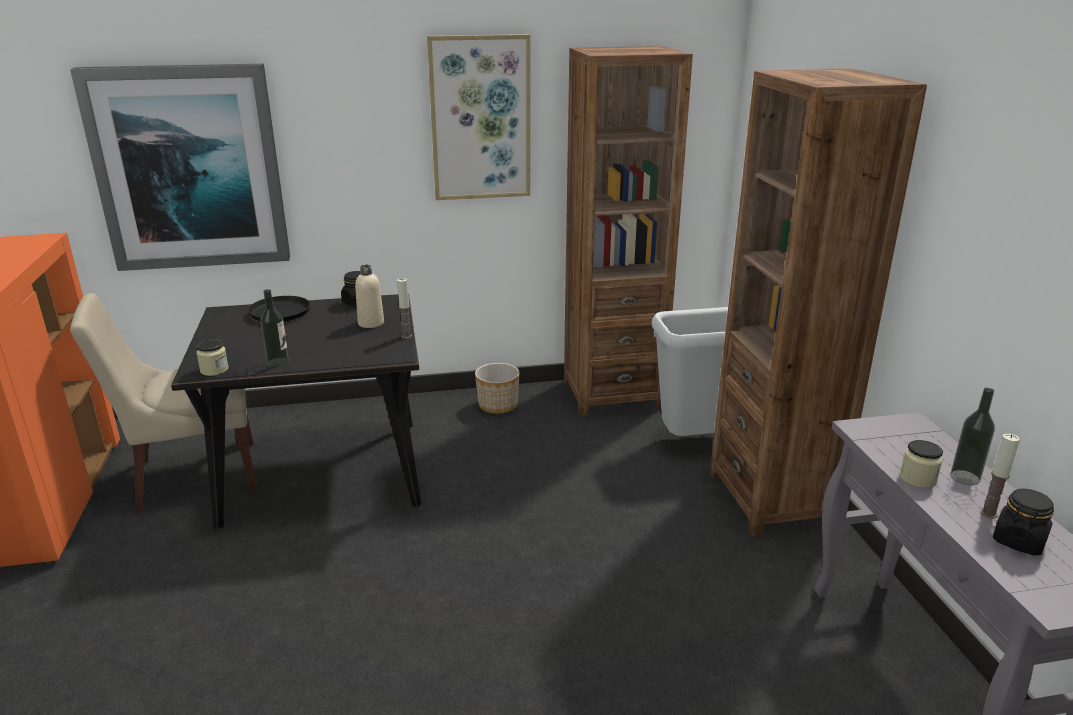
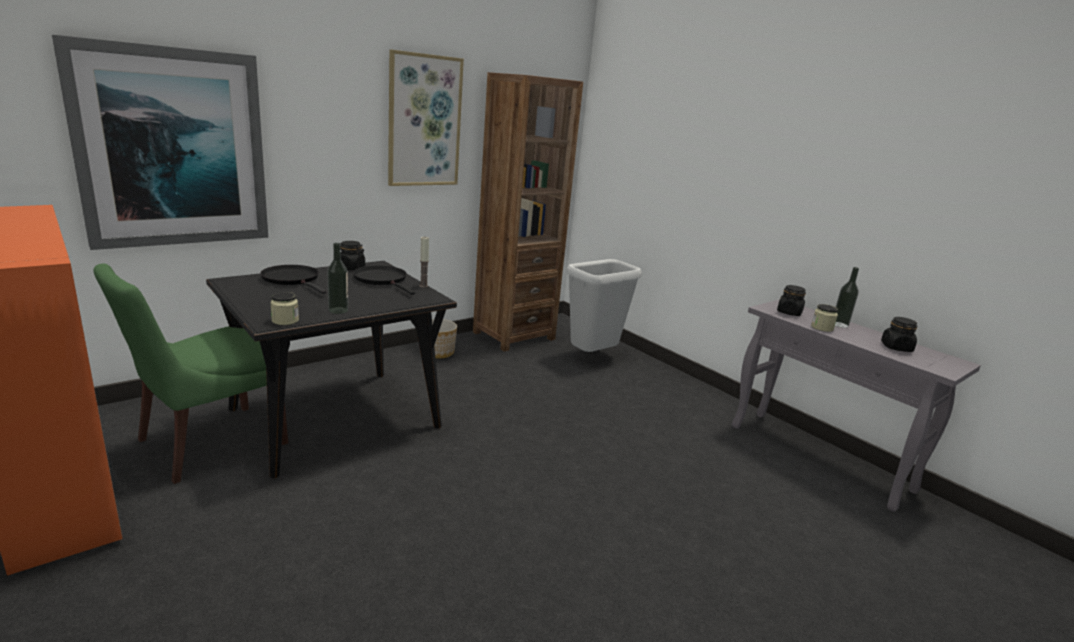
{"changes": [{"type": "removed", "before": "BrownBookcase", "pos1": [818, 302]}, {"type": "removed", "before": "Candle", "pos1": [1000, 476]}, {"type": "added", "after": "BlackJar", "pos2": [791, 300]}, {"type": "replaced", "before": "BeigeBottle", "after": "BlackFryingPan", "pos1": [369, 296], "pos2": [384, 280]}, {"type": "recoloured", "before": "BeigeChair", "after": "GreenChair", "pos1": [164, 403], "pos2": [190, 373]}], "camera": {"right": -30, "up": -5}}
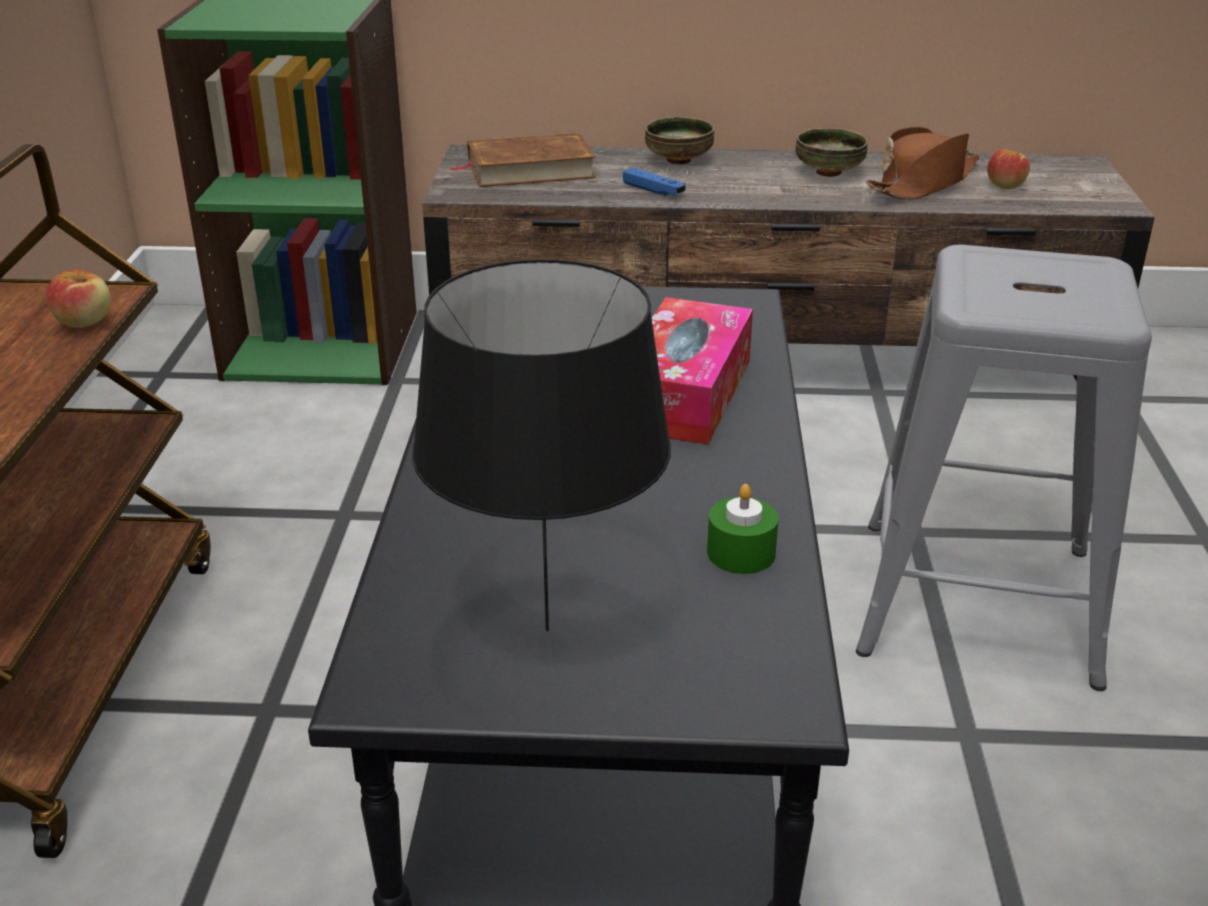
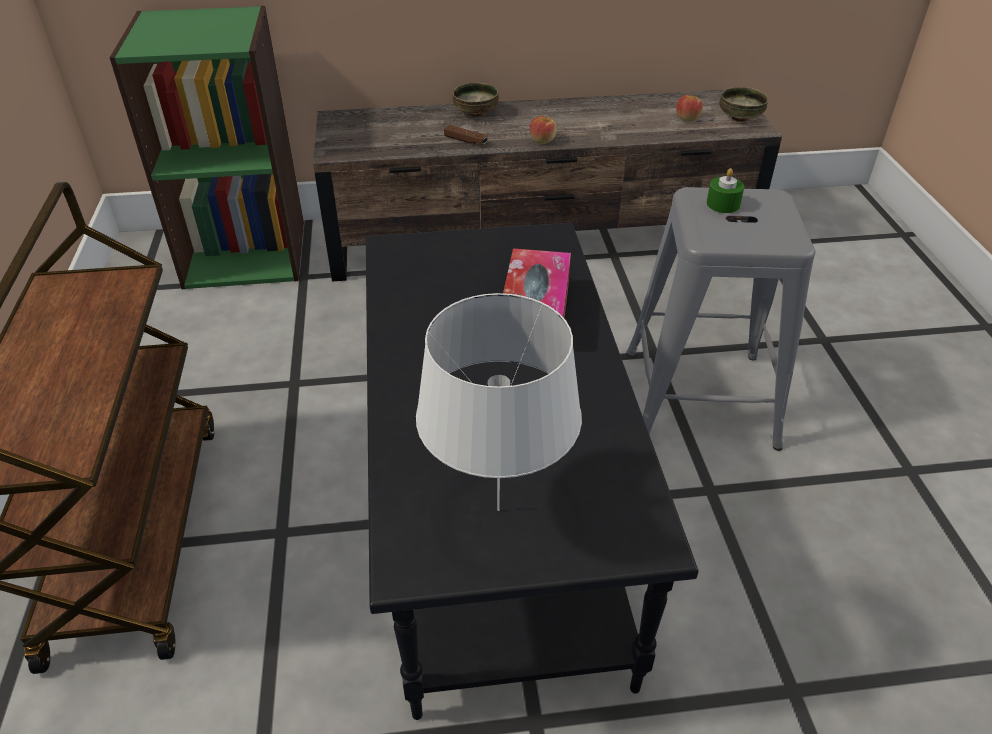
{"changes": [{"type": "removed", "before": "BrownBook", "pos1": [523, 160]}, {"type": "removed", "before": "BrownHat", "pos1": [922, 163]}, {"type": "moved", "before": "Apple", "pos1": [78, 299], "pos2": [543, 130]}, {"type": "moved", "before": "GreenCandle", "pos1": [742, 529], "pos2": [725, 190]}, {"type": "moved", "before": "Bowl", "pos1": [831, 152], "pos2": [743, 104]}, {"type": "recoloured", "before": "BlackTableLamp", "after": "WhiteTableLamp", "pos1": [541, 445], "pos2": [499, 402]}, {"type": "recoloured", "before": "BlueGameController", "after": "BrownGameController", "pos1": [654, 182], "pos2": [466, 135]}], "camera": {"right": -10, "up": 10}}
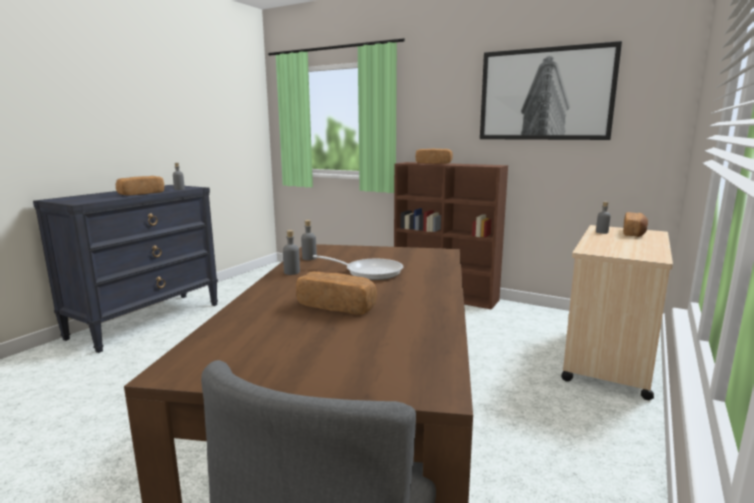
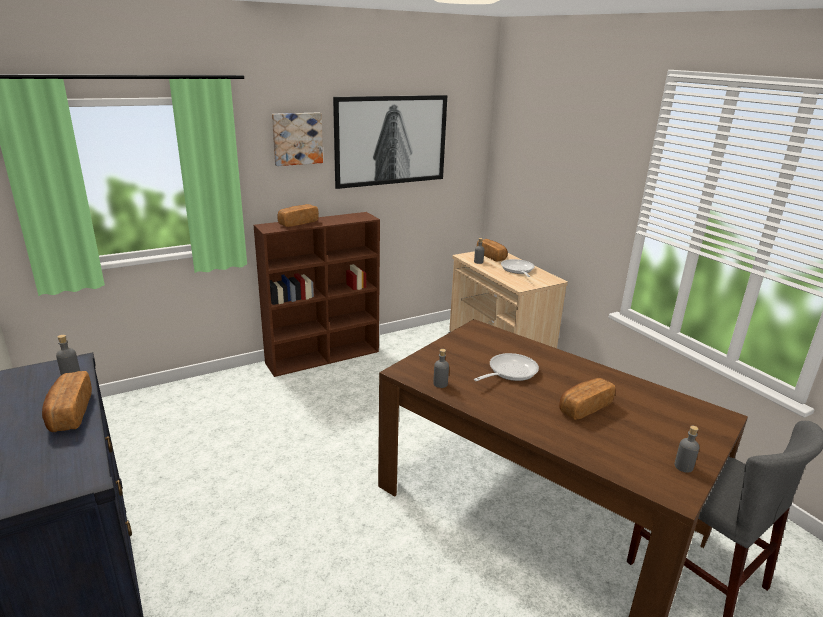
{"changes": [{"type": "added", "after": "Picture", "pos2": [297, 139]}, {"type": "added", "after": "FryingPan", "pos2": [517, 268]}, {"type": "moved", "before": "GreyBottle", "pos1": [291, 252], "pos2": [686, 449]}], "camera": {"right": -60, "up": 10}}
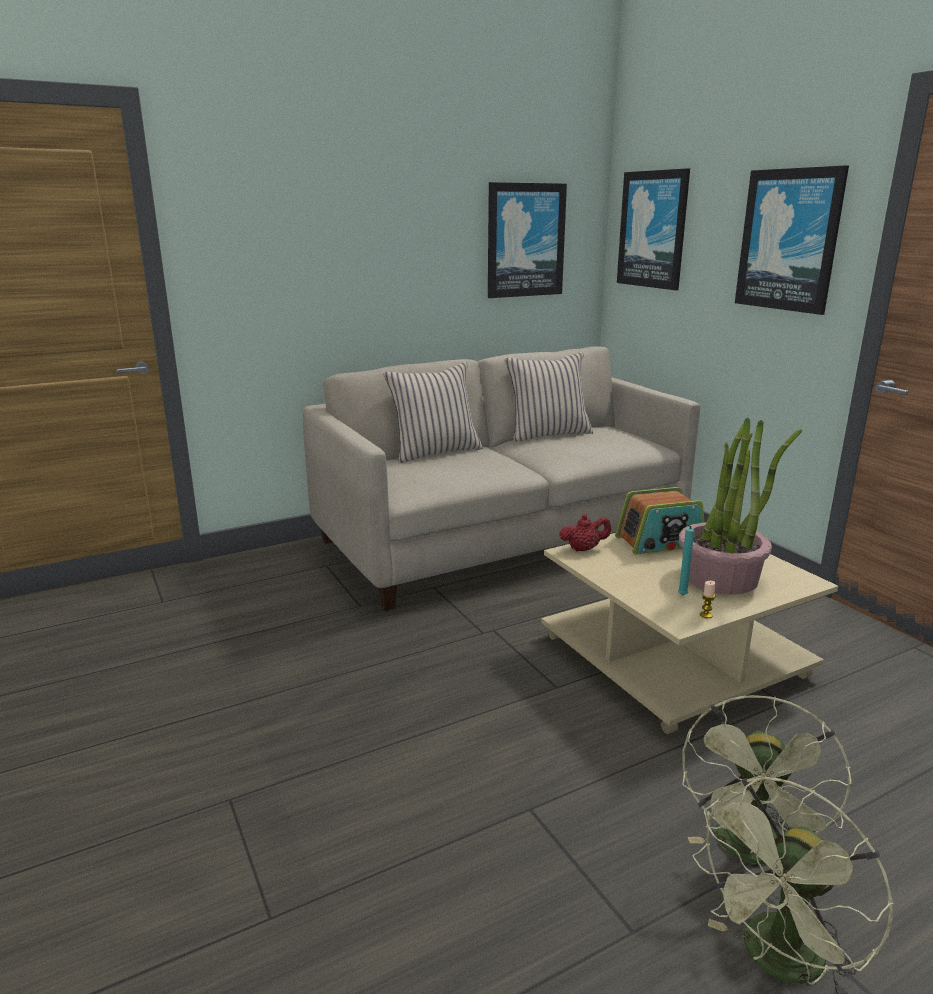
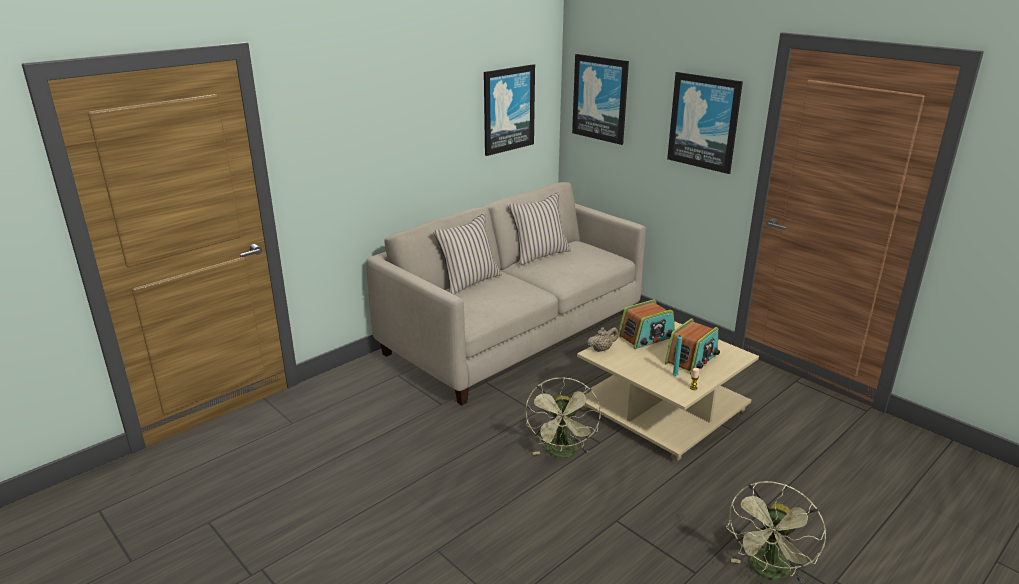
{"changes": [{"type": "moved", "before": "GreenFan", "pos1": [767, 779], "pos2": [563, 417]}, {"type": "replaced", "before": "PottedPlant", "after": "Radio", "pos1": [740, 506], "pos2": [692, 346]}, {"type": "recoloured", "before": "RedTeapot", "after": "BeigeTeapot", "pos1": [585, 532], "pos2": [603, 339]}], "camera": {"right": -15, "up": 5}}
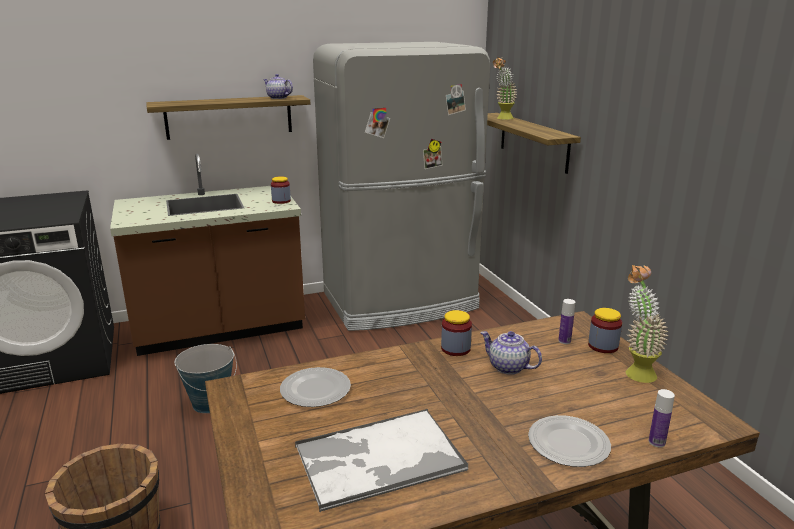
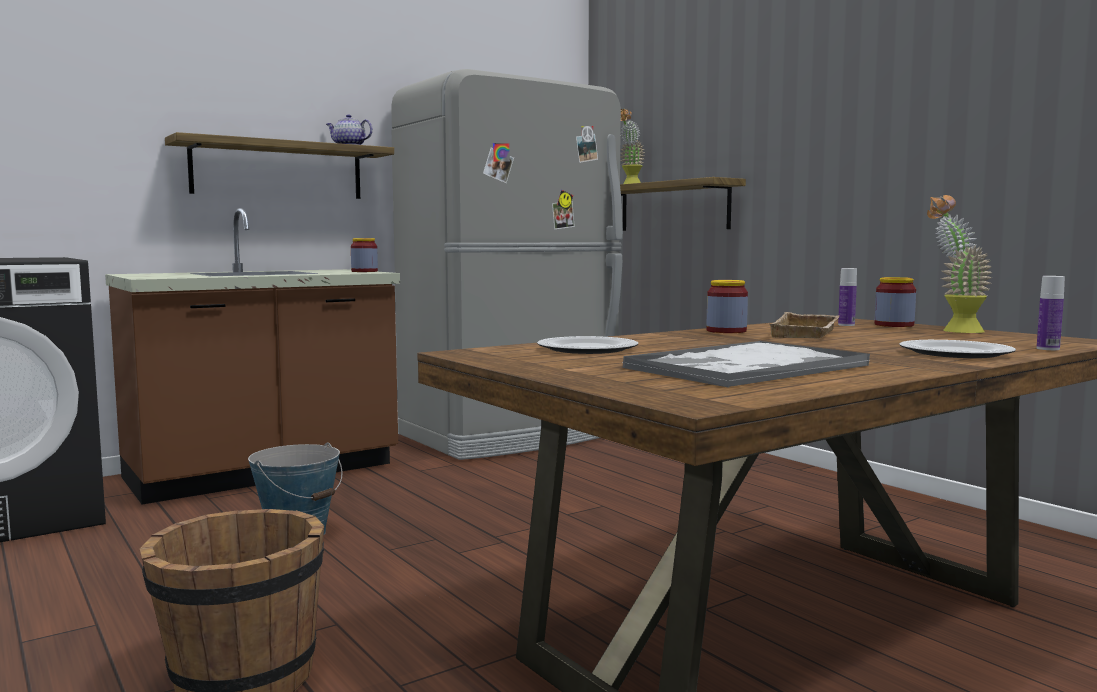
{"changes": [{"type": "replaced", "before": "Teapot", "after": "BeigeTray", "pos1": [511, 353], "pos2": [805, 325]}], "camera": {"right": -15, "up": -15}}
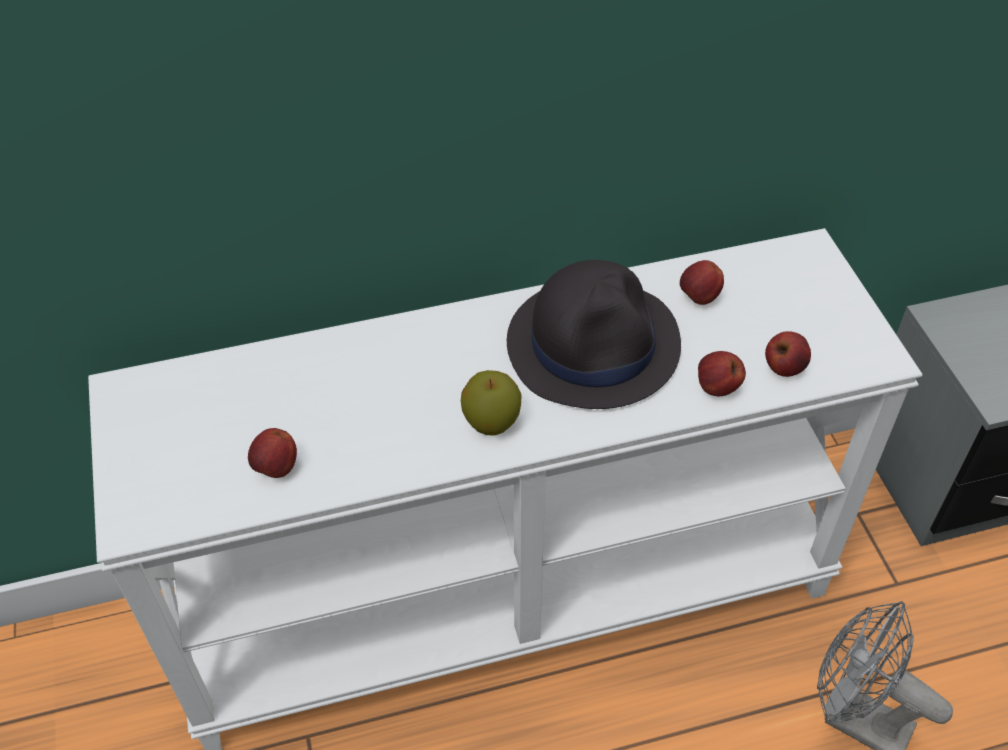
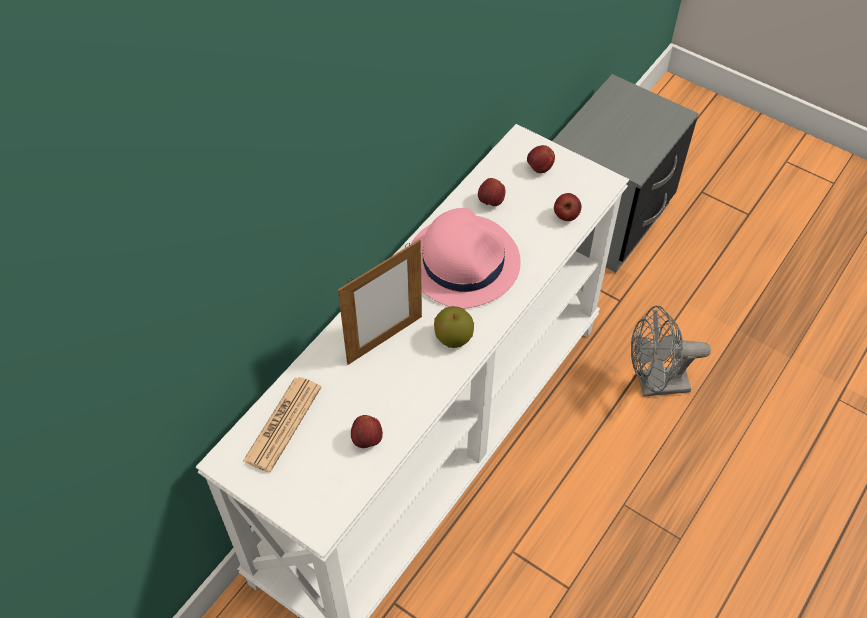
{"changes": [{"type": "added", "after": "Newspaper", "pos2": [282, 425]}, {"type": "added", "after": "PictureFrame", "pos2": [380, 302]}, {"type": "moved", "before": "Apple", "pos1": [722, 373], "pos2": [541, 159]}, {"type": "recoloured", "before": "BlackHat", "after": "PinkHat", "pos1": [594, 334], "pos2": [465, 258]}], "camera": {"right": -40, "up": 5}}
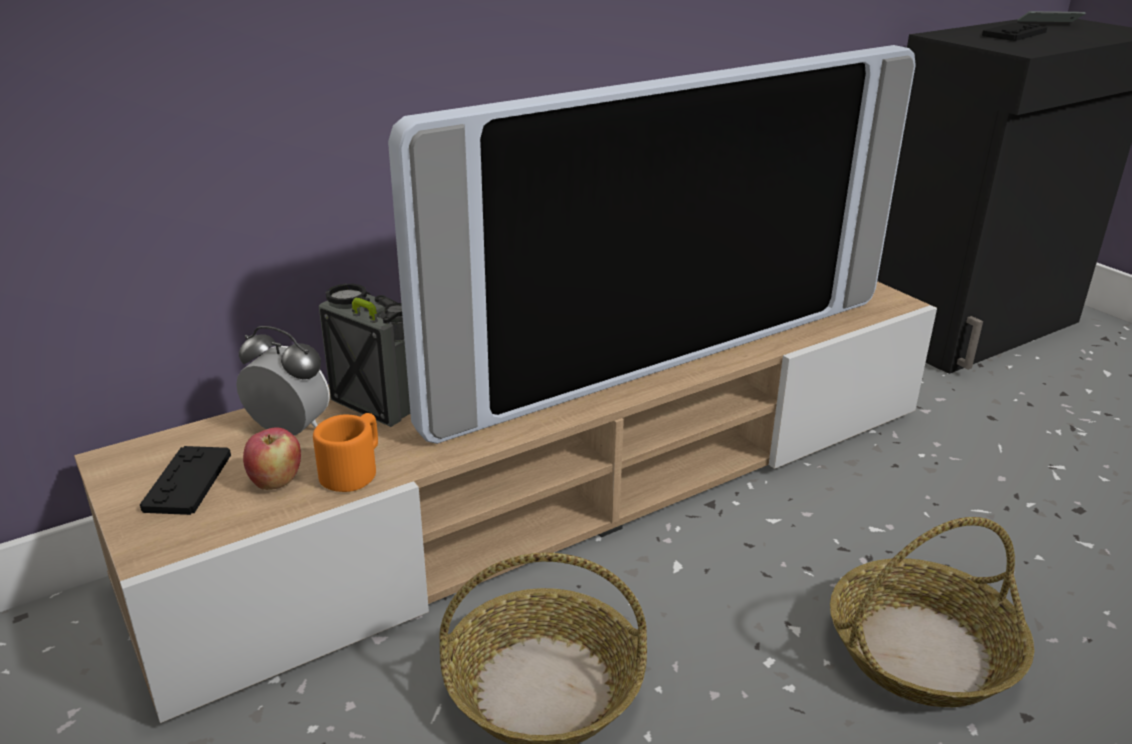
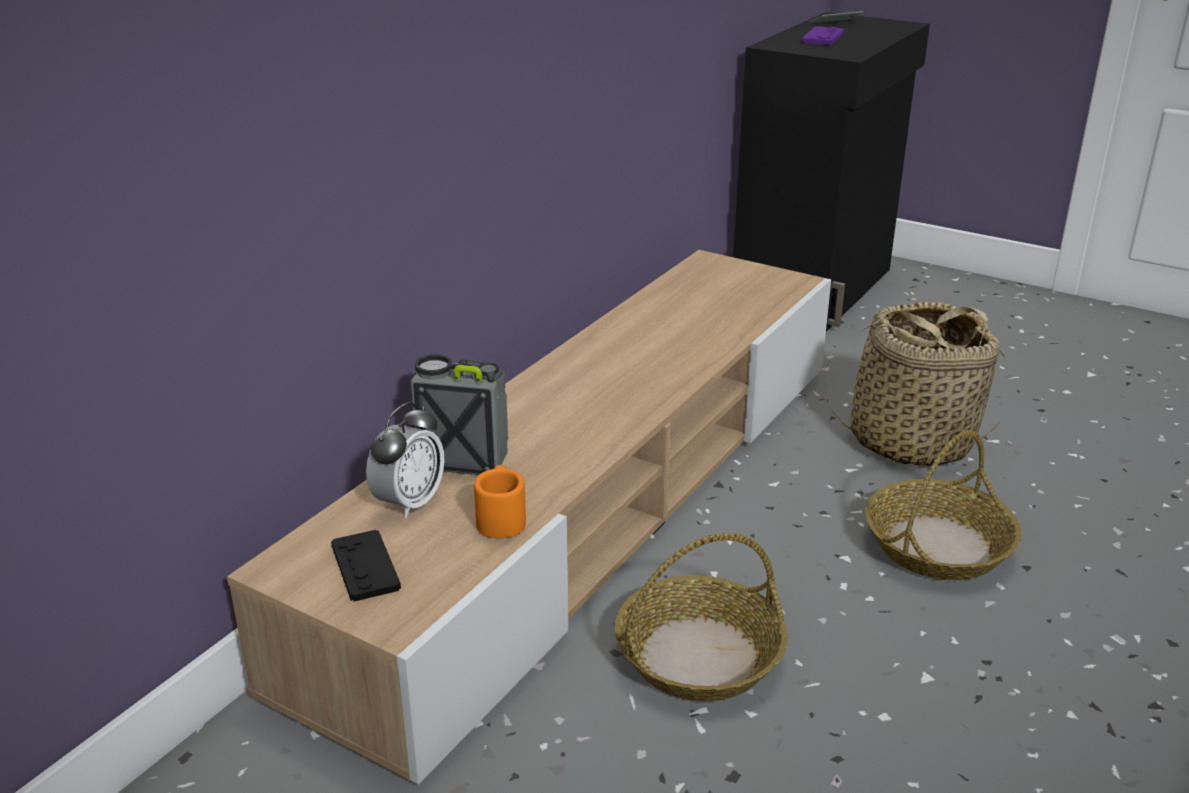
{"changes": [{"type": "removed", "before": "Apple", "pos1": [272, 458]}, {"type": "removed", "before": "Television", "pos1": [652, 244]}, {"type": "added", "after": "Basket", "pos2": [915, 384]}, {"type": "recoloured", "before": "BlackGameController", "after": "PurpleGameController", "pos1": [1014, 32], "pos2": [823, 35]}, {"type": "turned", "before": "AlarmClock", "pos1": [283, 381], "pos2": [405, 460], "turn": 120}], "camera": {"right": -25, "up": 0}}
